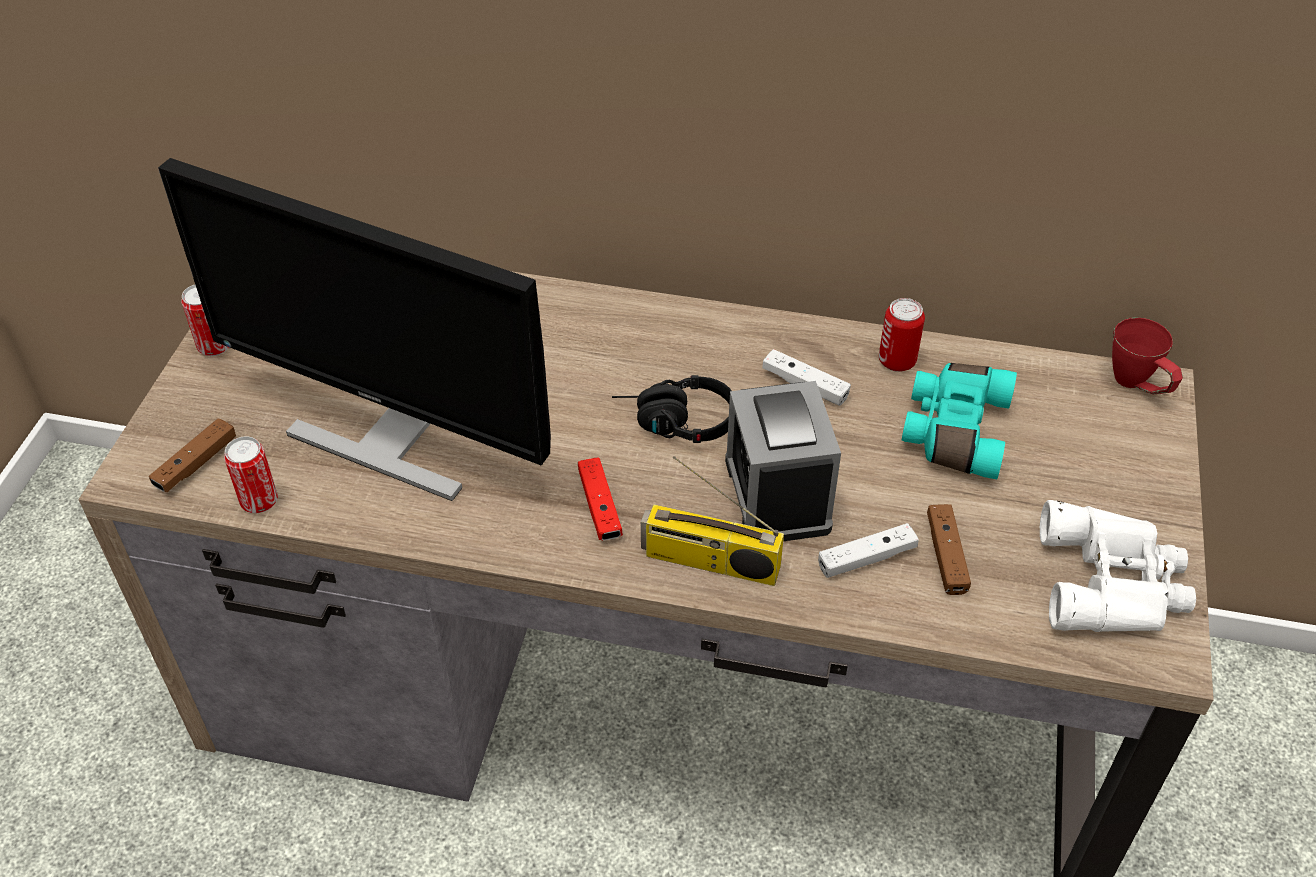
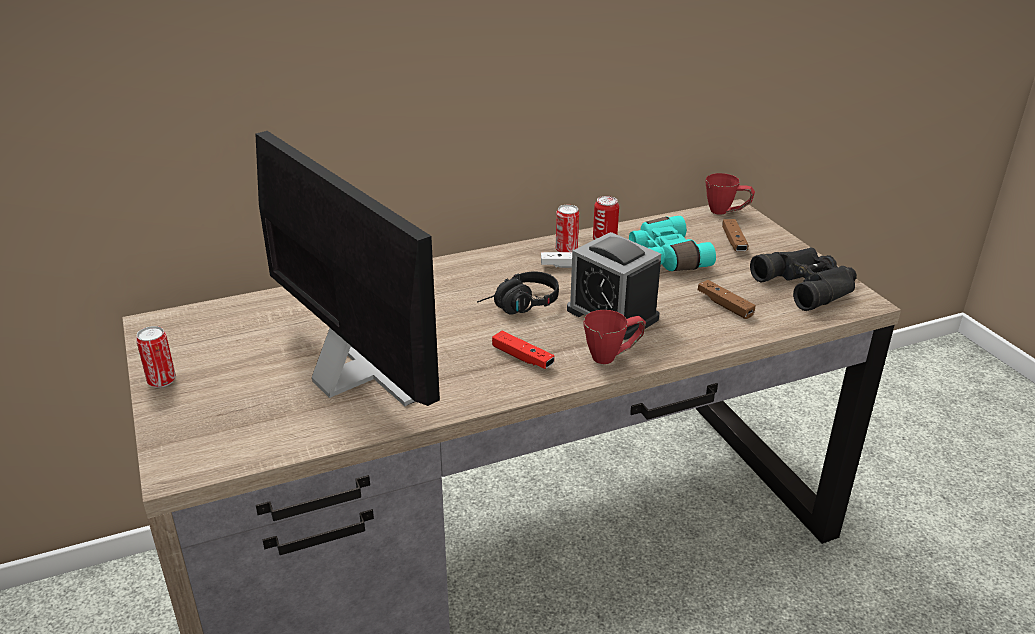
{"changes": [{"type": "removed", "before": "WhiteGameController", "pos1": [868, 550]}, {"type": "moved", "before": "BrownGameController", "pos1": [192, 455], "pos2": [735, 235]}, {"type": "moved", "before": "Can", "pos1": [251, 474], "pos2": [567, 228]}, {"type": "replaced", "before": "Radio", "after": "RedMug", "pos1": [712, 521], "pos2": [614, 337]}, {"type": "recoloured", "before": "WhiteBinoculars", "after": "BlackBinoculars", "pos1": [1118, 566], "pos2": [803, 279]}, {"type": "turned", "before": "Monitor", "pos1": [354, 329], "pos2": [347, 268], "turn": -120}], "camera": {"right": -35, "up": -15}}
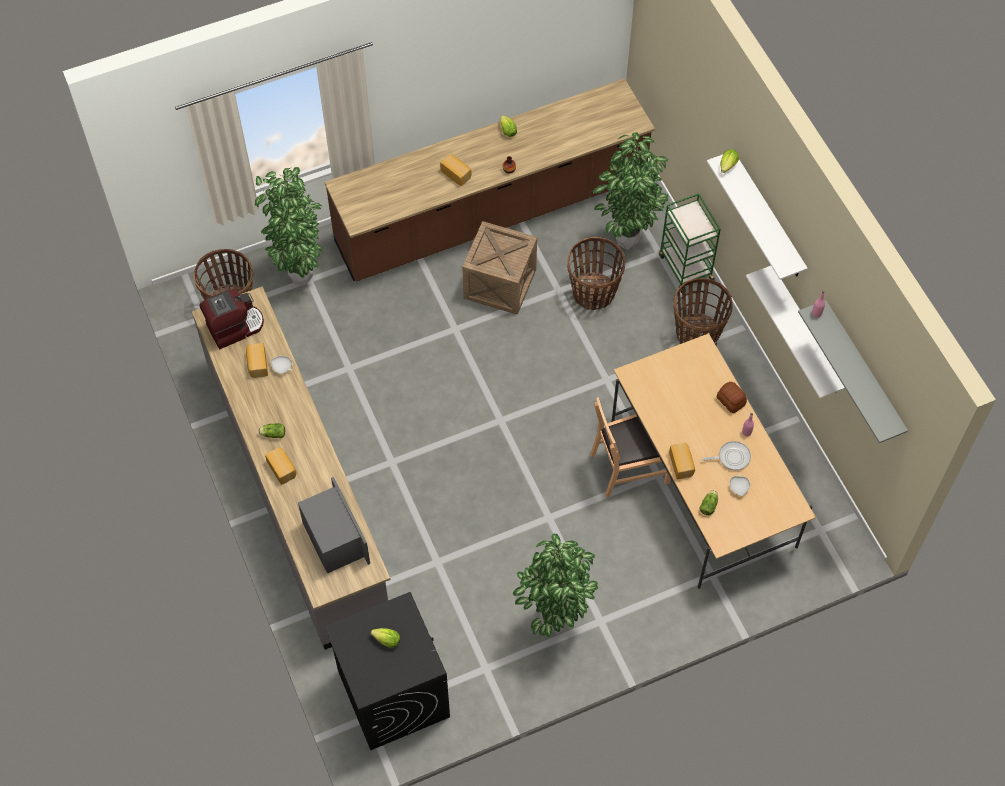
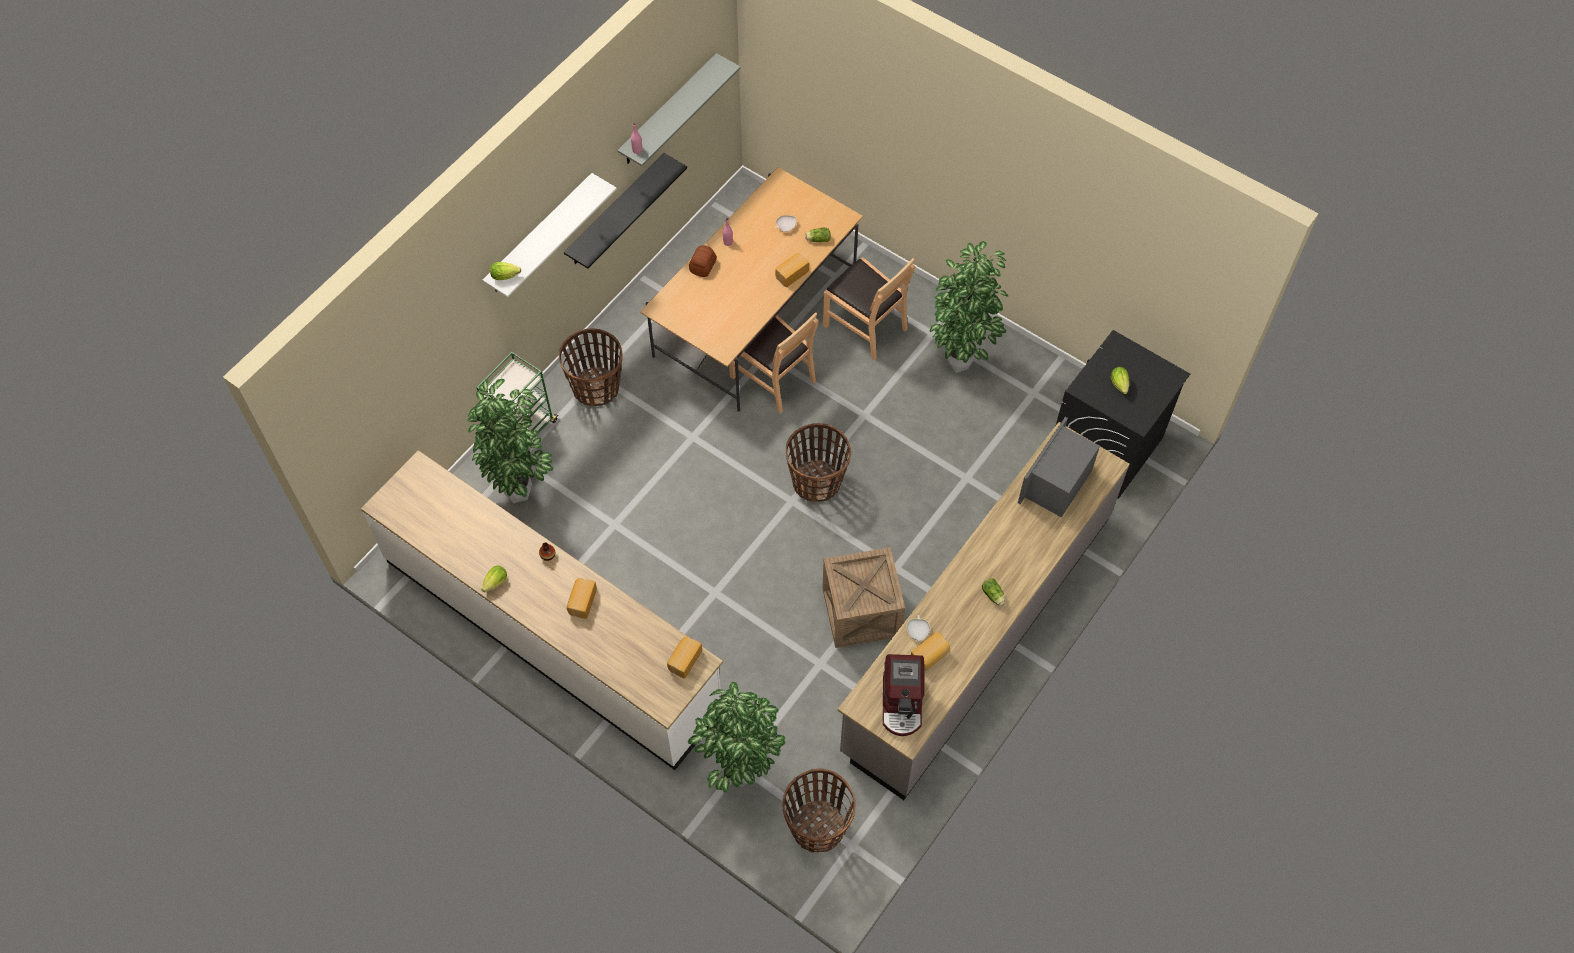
{"changes": [{"type": "removed", "before": "FryingPan", "pos1": [726, 455]}, {"type": "added", "after": "BrownChair", "pos2": [869, 308]}, {"type": "moved", "before": "Bread", "pos1": [280, 466], "pos2": [684, 657]}, {"type": "moved", "before": "Crate", "pos1": [499, 268], "pos2": [863, 597]}, {"type": "moved", "before": "Basket", "pos1": [596, 273], "pos2": [818, 462]}, {"type": "recoloured", "before": "BrownCounter", "after": "WhiteCounter", "pos1": [489, 180], "pos2": [542, 610]}, {"type": "recoloured", "before": "WhiteShelf", "after": "BlackShelf", "pos1": [795, 332], "pos2": [625, 211]}, {"type": "turned", "before": "CoffeeMachine", "pos1": [232, 319], "pos2": [903, 695], "turn": -120}], "camera": {"right": -120, "up": 0}}
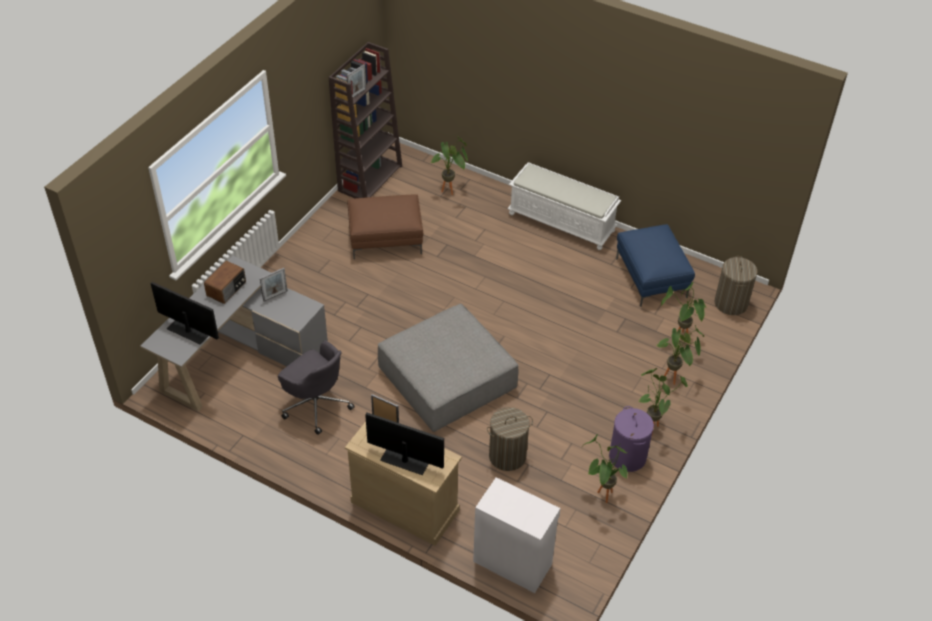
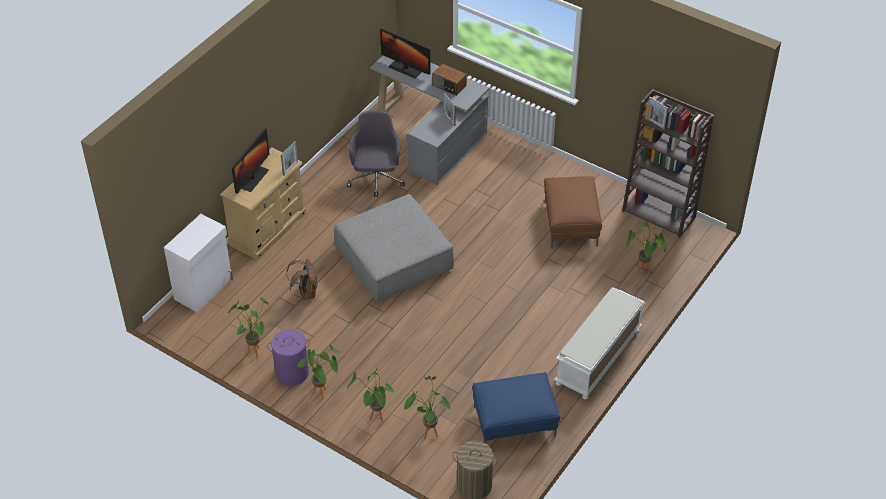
{"changes": [{"type": "replaced", "before": "LaundryBasket", "after": "BrownBackpack", "pos1": [510, 439], "pos2": [301, 279]}, {"type": "turned", "before": "Monitor", "pos1": [184, 313], "pos2": [405, 53], "turn": 90}, {"type": "turned", "before": "GreyOfficeChair", "pos1": [316, 387], "pos2": [375, 153], "turn": 135}], "camera": {"right": 95, "up": 0}}
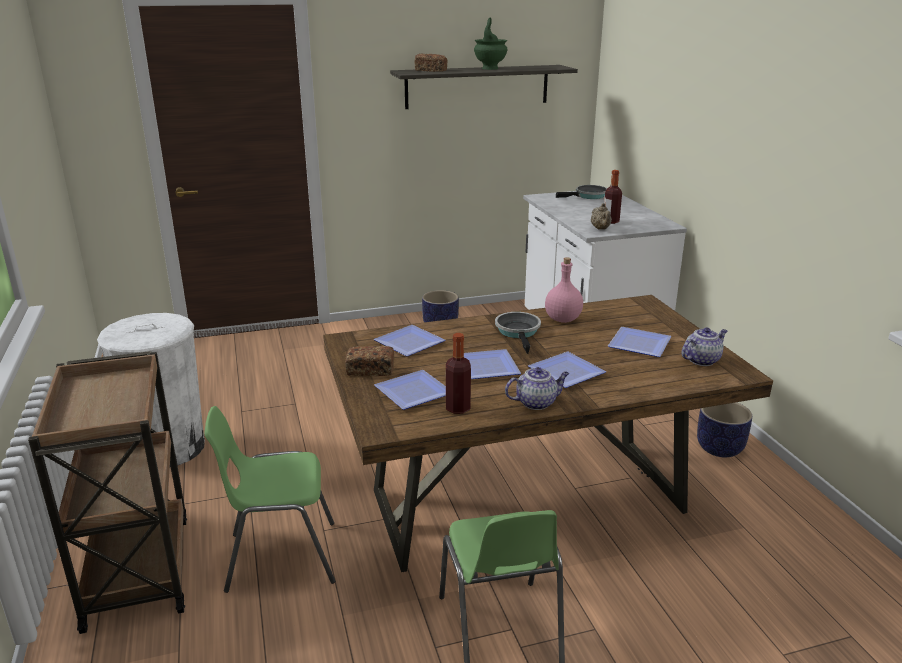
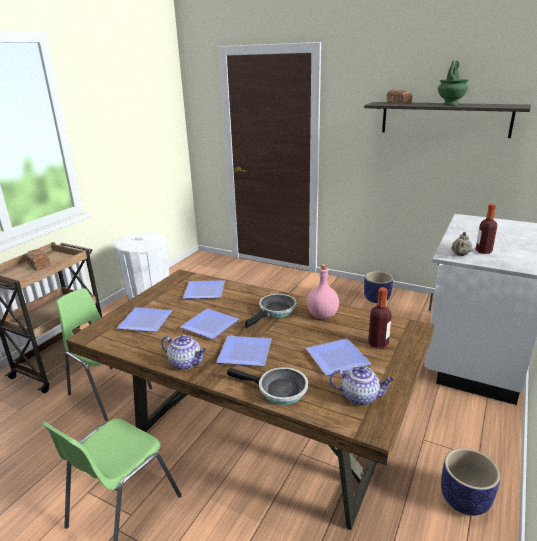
{"changes": [{"type": "moved", "before": "Bread", "pos1": [369, 361], "pos2": [37, 259]}, {"type": "moved", "before": "Bottle", "pos1": [458, 373], "pos2": [380, 318]}, {"type": "moved", "before": "FryingPan", "pos1": [581, 192], "pos2": [267, 386]}], "camera": {"right": 45, "up": 0}}
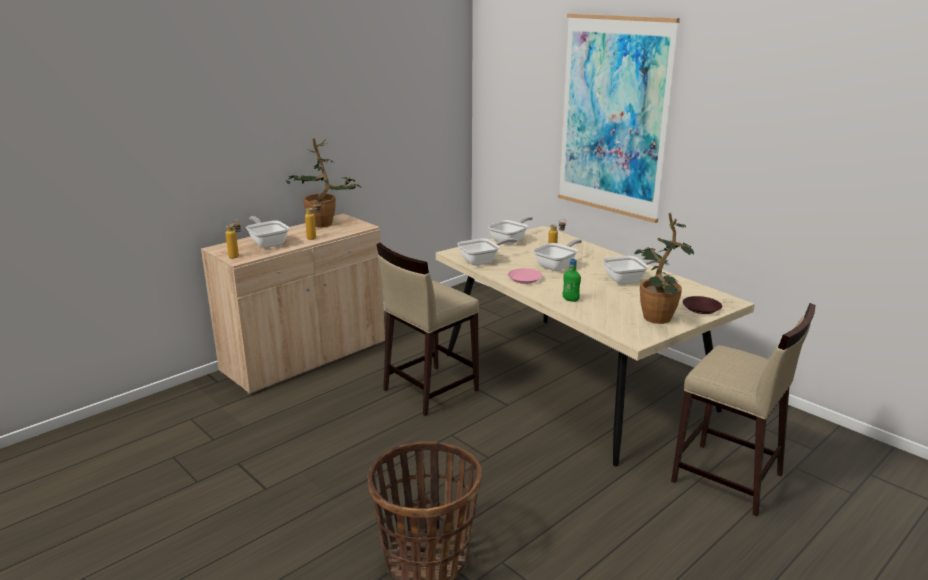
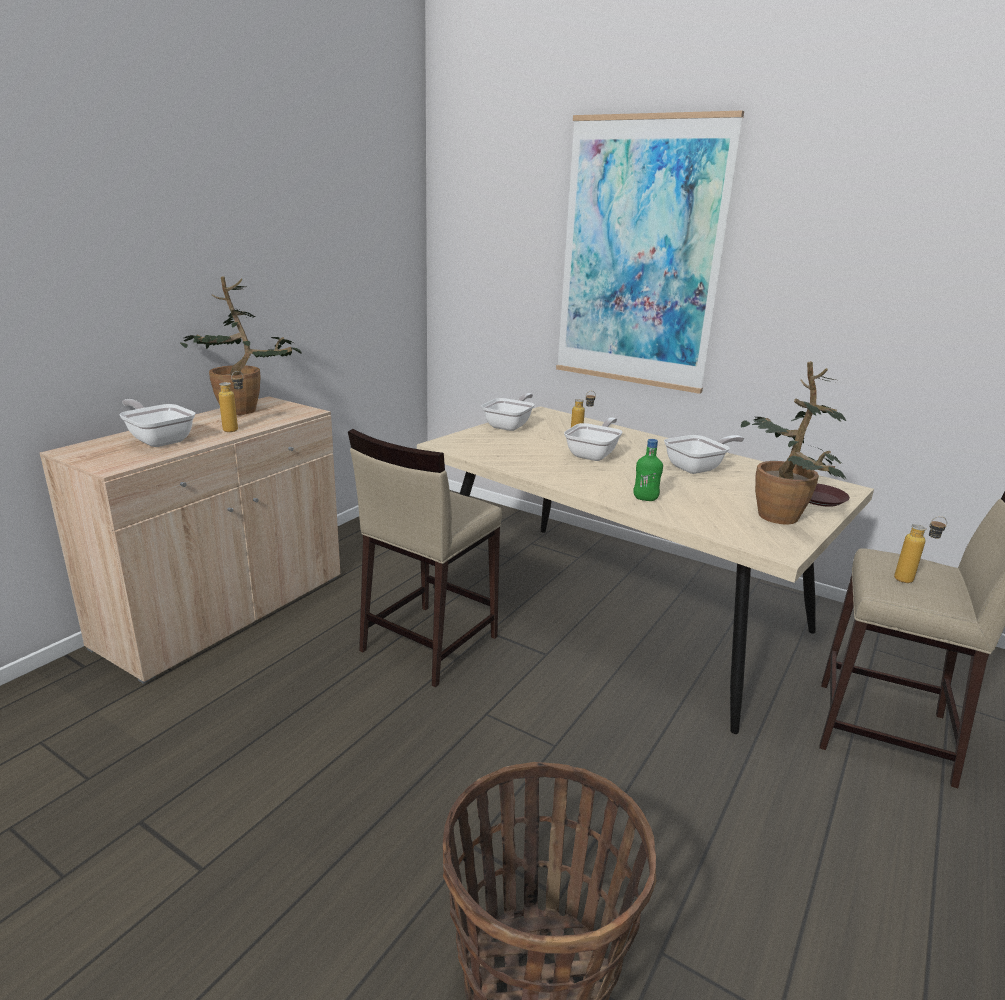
{"changes": [{"type": "removed", "before": "FryingPan", "pos1": [487, 252]}, {"type": "removed", "before": "PinkPlate", "pos1": [525, 276]}, {"type": "moved", "before": "Bottle", "pos1": [233, 239], "pos2": [920, 549]}], "camera": {"right": -15, "up": 0}}
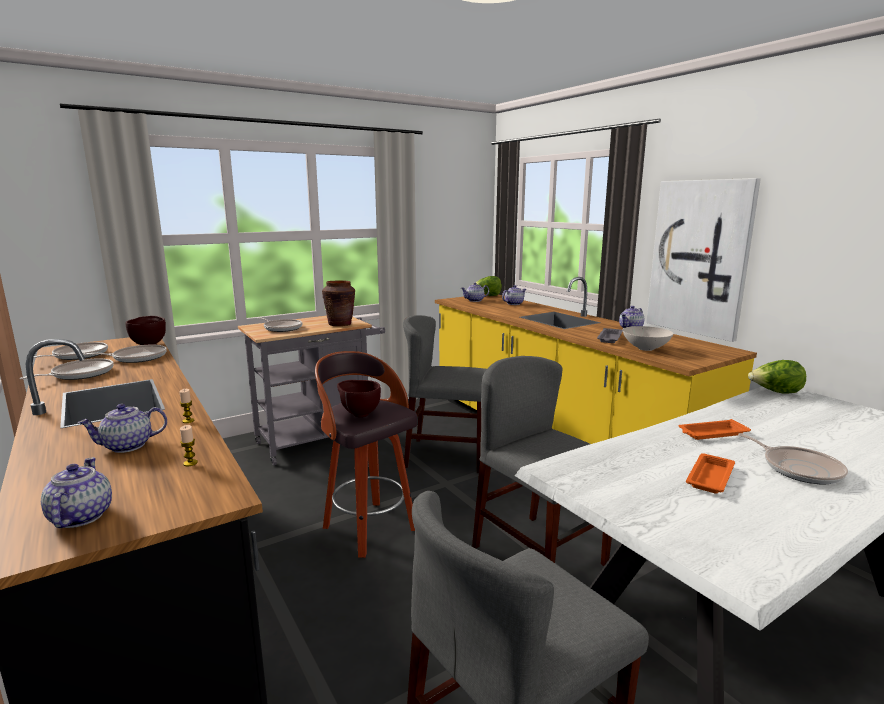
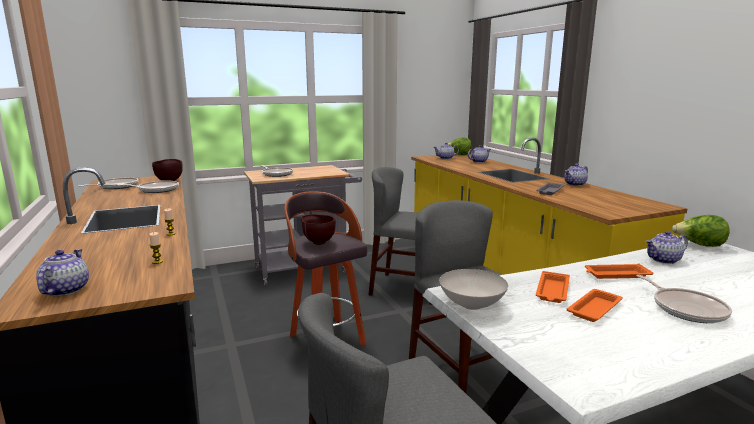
{"changes": [{"type": "removed", "before": "FryingPan", "pos1": [67, 369]}, {"type": "removed", "before": "BrownVase", "pos1": [338, 303]}, {"type": "removed", "before": "Picture", "pos1": [703, 260]}, {"type": "added", "after": "OrangeTray", "pos2": [553, 287]}, {"type": "moved", "before": "Teapot", "pos1": [122, 428], "pos2": [666, 247]}, {"type": "moved", "before": "WhiteBowl", "pos1": [648, 338], "pos2": [473, 289]}], "camera": {"right": 10, "up": 0}}
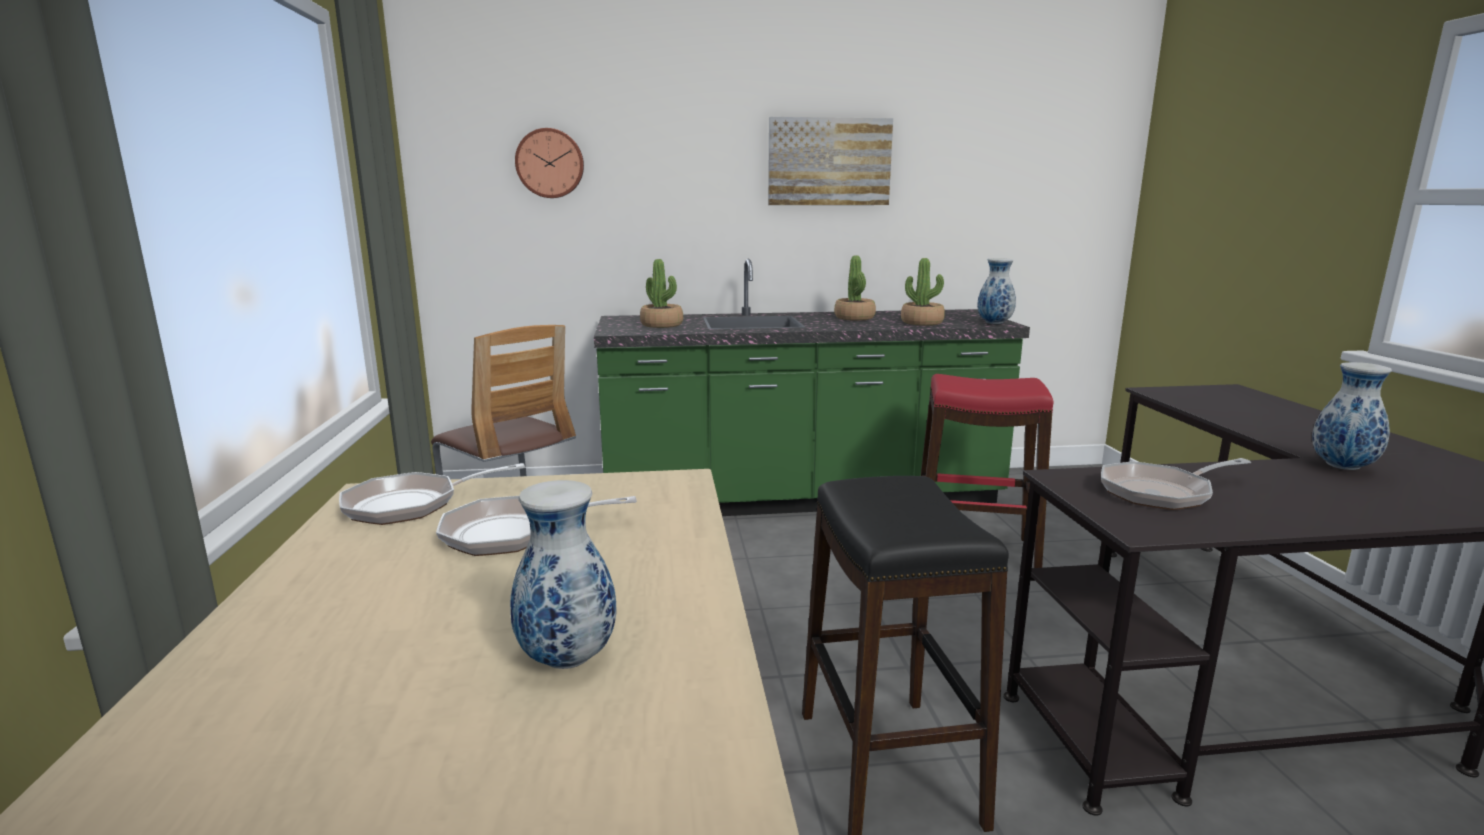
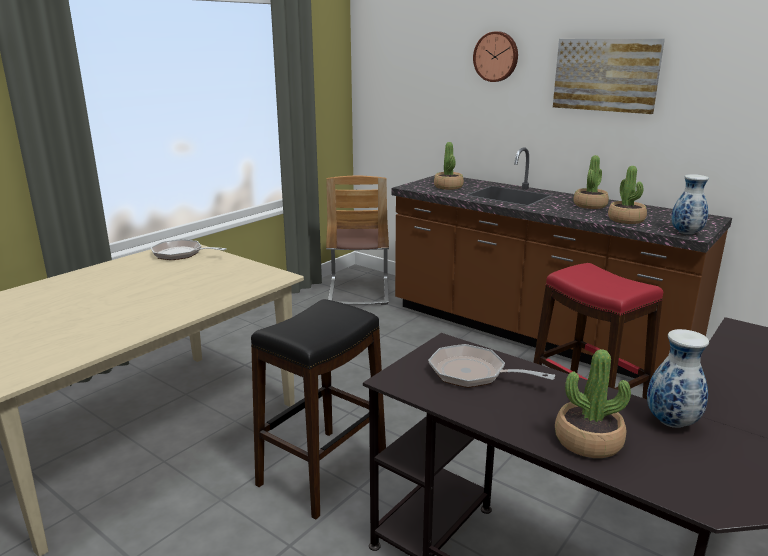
{"changes": [{"type": "removed", "before": "FryingPan", "pos1": [536, 526]}, {"type": "removed", "before": "Vase", "pos1": [563, 574]}, {"type": "added", "after": "PottedPlant", "pos2": [593, 403]}, {"type": "moved", "before": "WallClock", "pos1": [549, 163], "pos2": [495, 56]}, {"type": "recoloured", "before": "GreenCounter", "after": "BrownCounter", "pos1": [812, 387], "pos2": [561, 262]}], "camera": {"right": 45, "up": 5}}
